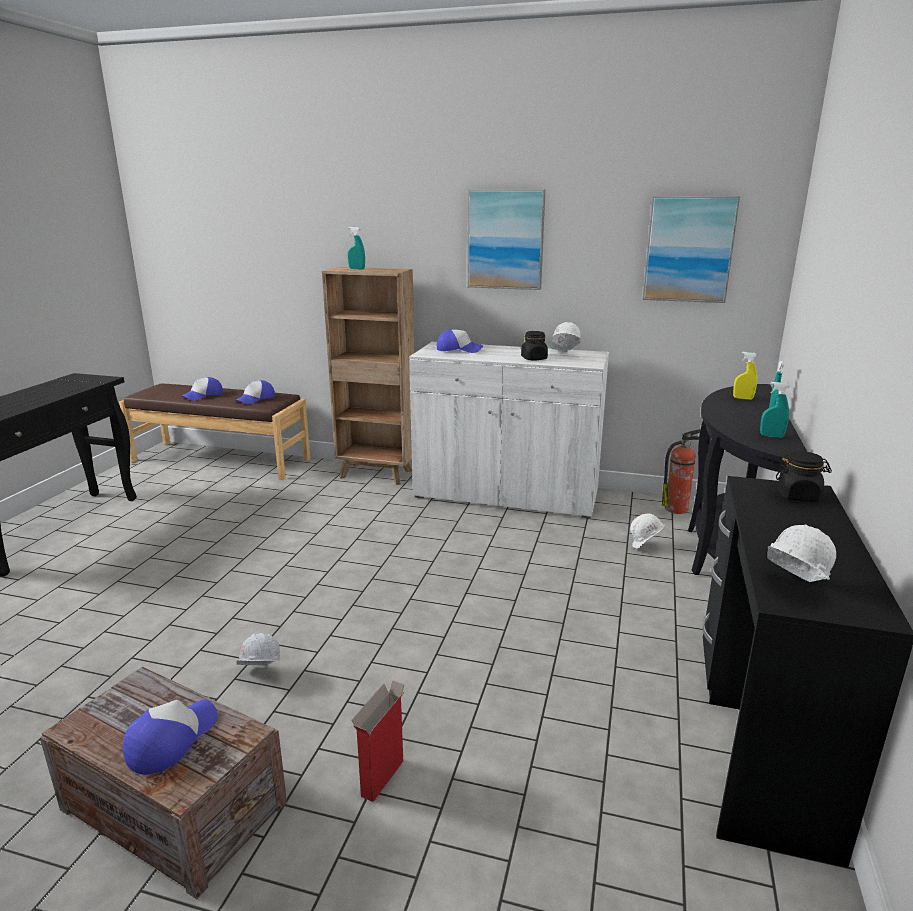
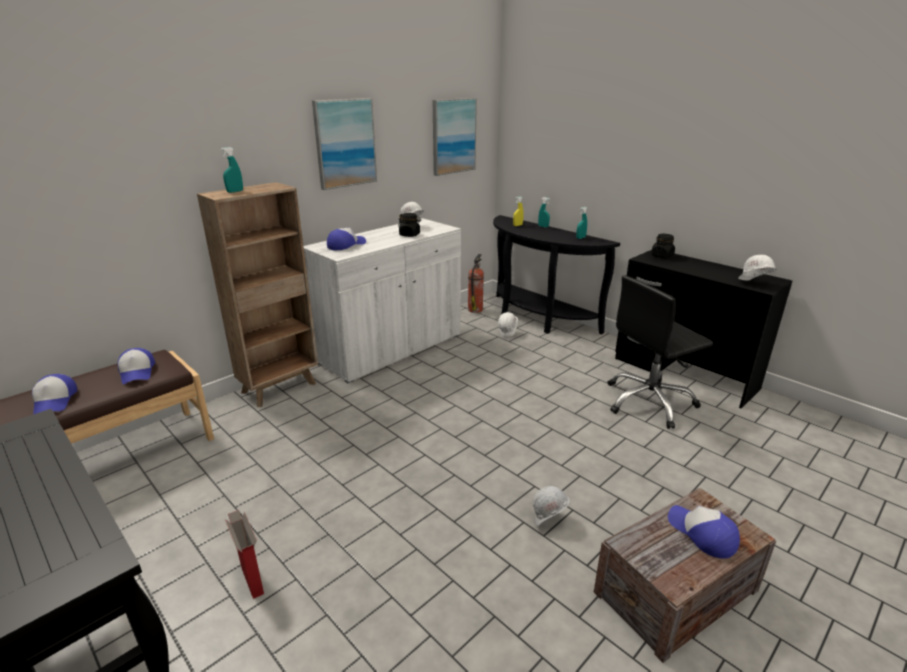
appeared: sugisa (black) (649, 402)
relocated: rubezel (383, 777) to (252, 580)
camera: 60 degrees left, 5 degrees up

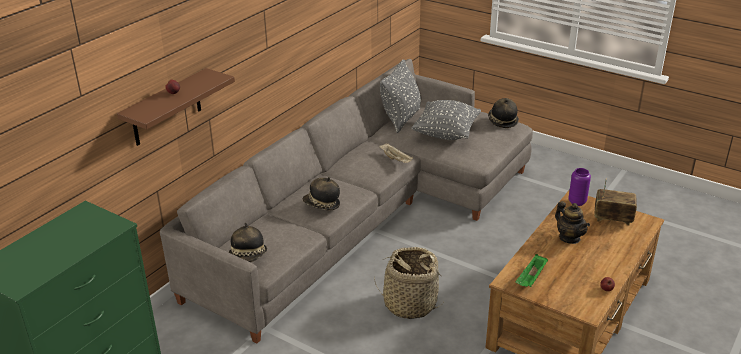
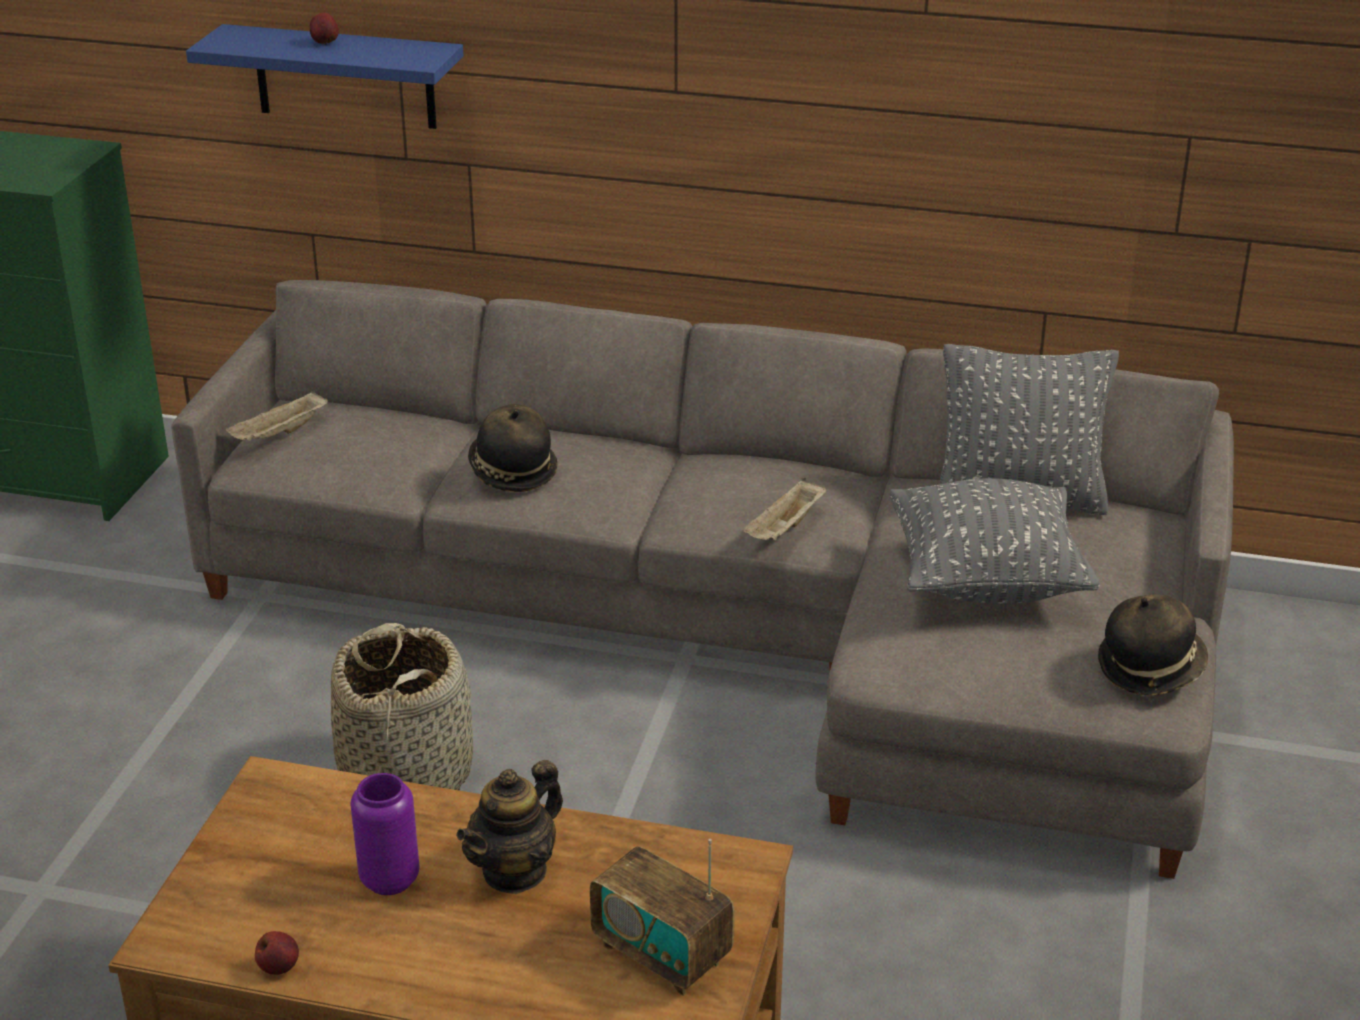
missing: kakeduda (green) (531, 278)
relocated: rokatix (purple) (577, 202) to (390, 880)
exchanged: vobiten (248, 257) to kakeduda (beige) (280, 434)
colour: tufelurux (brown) (166, 108) to tufelurux (blue) (345, 77)
spun: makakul (613, 219) = (662, 954) 135 degrees clockwise
camera: 70 degrees right, 0 degrees up

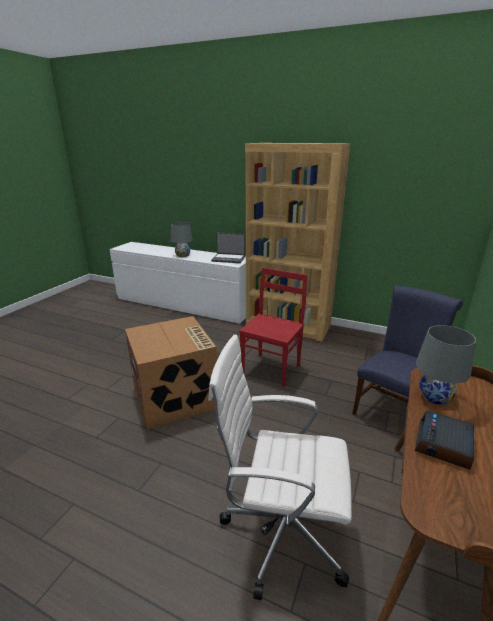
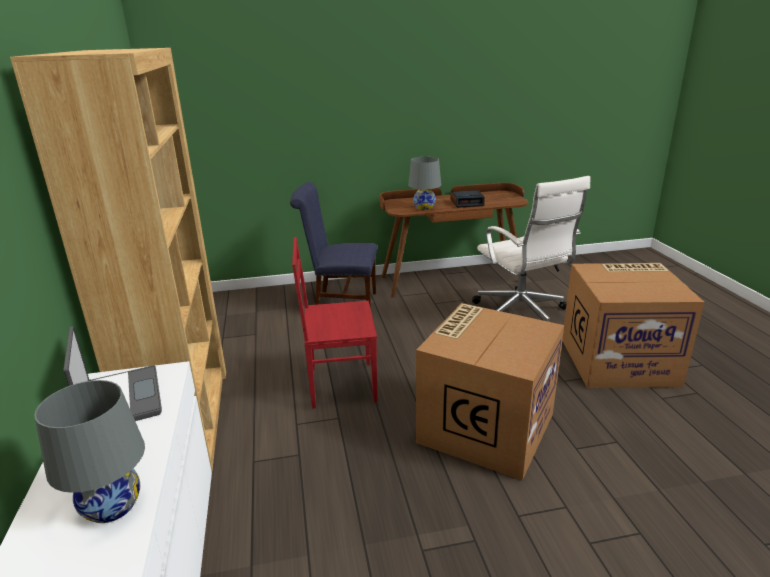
appeared: rubezel (619, 361)
camera: 125 degrees left, 0 degrees up

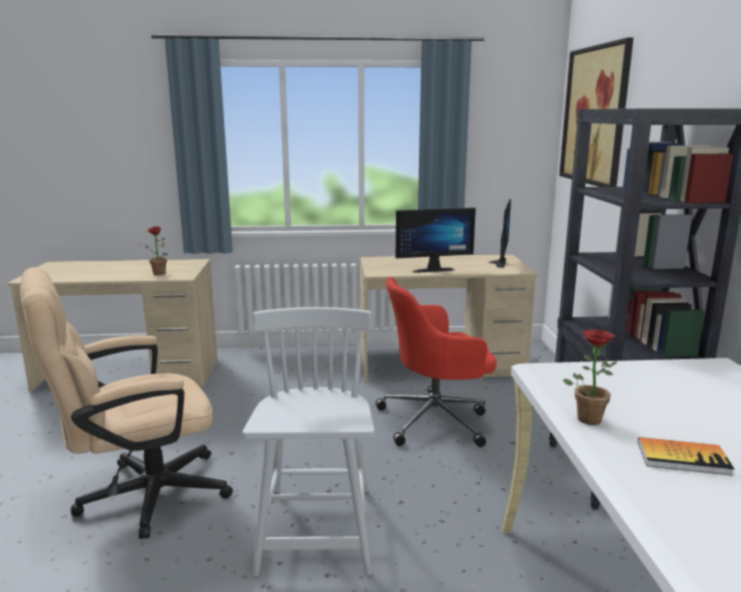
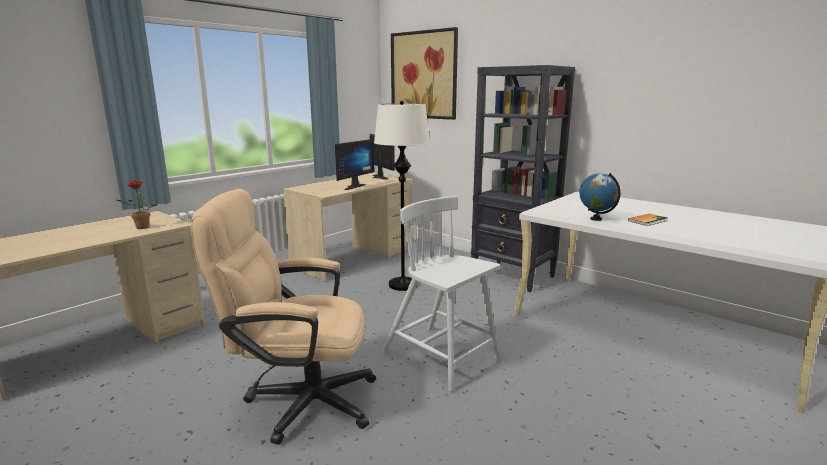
exchanged: sugisa (red) (436, 420) to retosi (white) (402, 285); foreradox (587, 416) to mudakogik (596, 219)
spun: sugisa (beige) (139, 497) = (299, 401) 75 degrees clockwise
camera: 45 degrees left, 0 degrees up

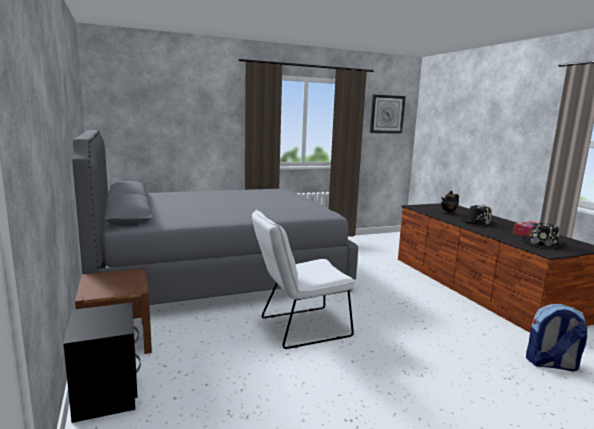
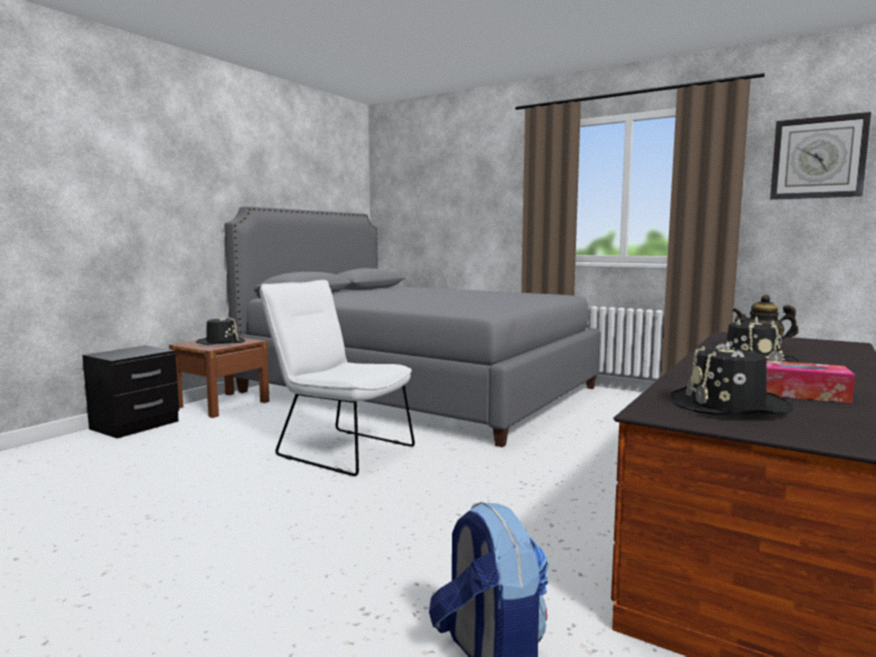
appeared: vobiten (black) (221, 342)
camera: 55 degrees right, 5 degrees down

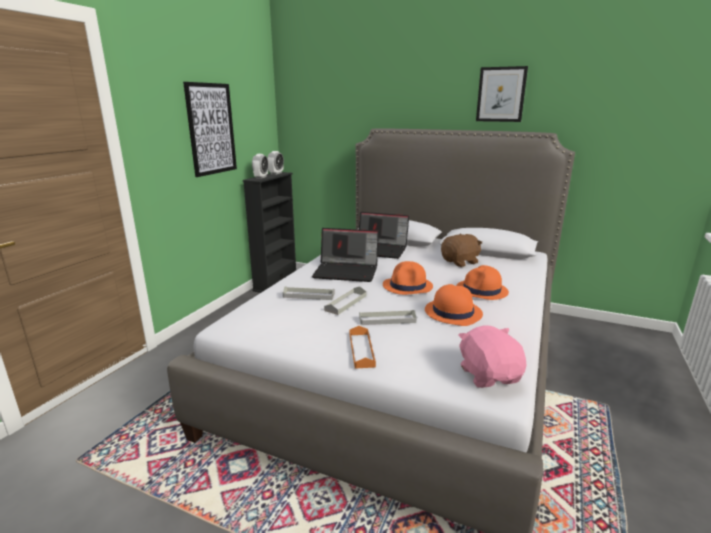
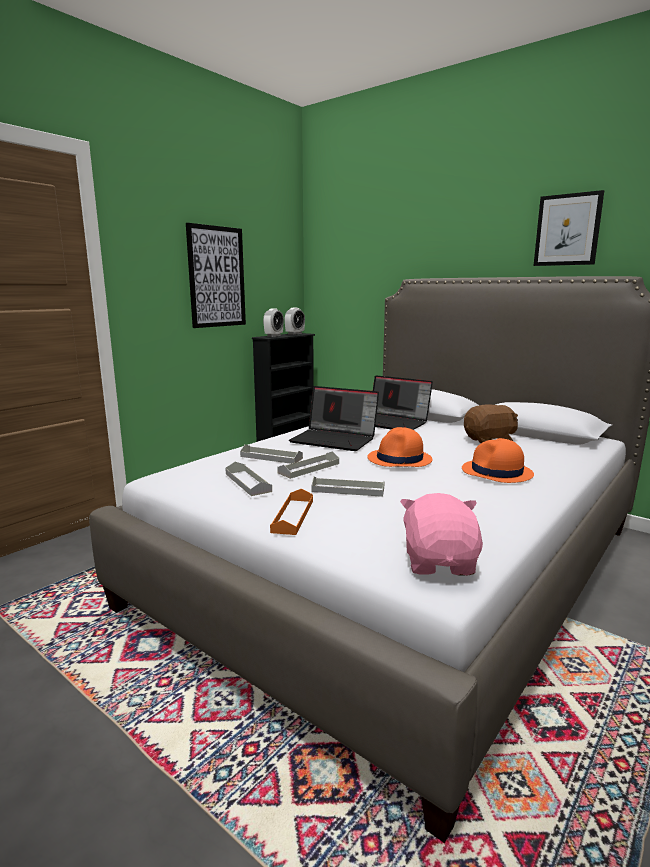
missing: vobiten (orange) (452, 312)
appeared: kakeduda (grey) (248, 482)
camera: 15 degrees right, 5 degrees down

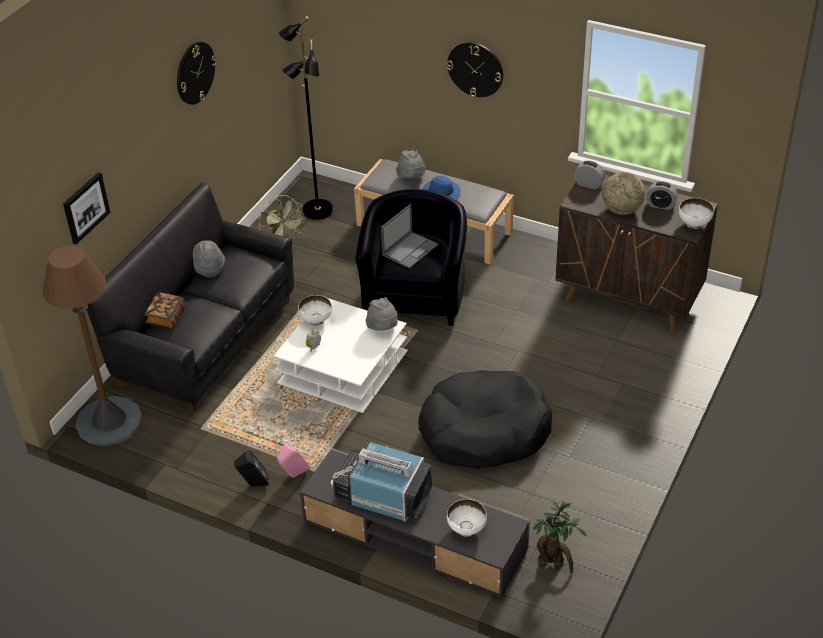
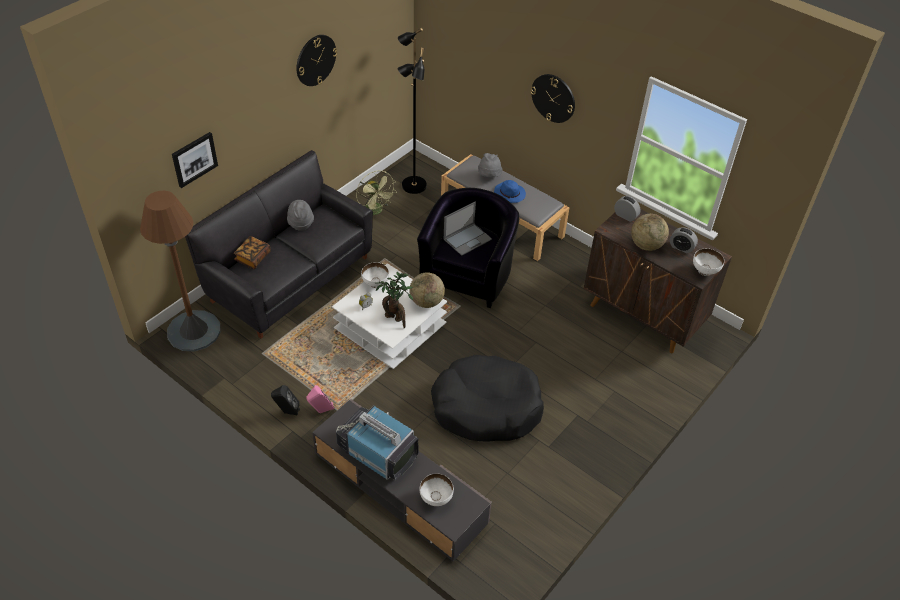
relocated: foreradox (554, 563) to (395, 318)
exchanged: vobiten (grey) (383, 328) to mudakogik (426, 302)
camera: 10 degrees right, 5 degrees up

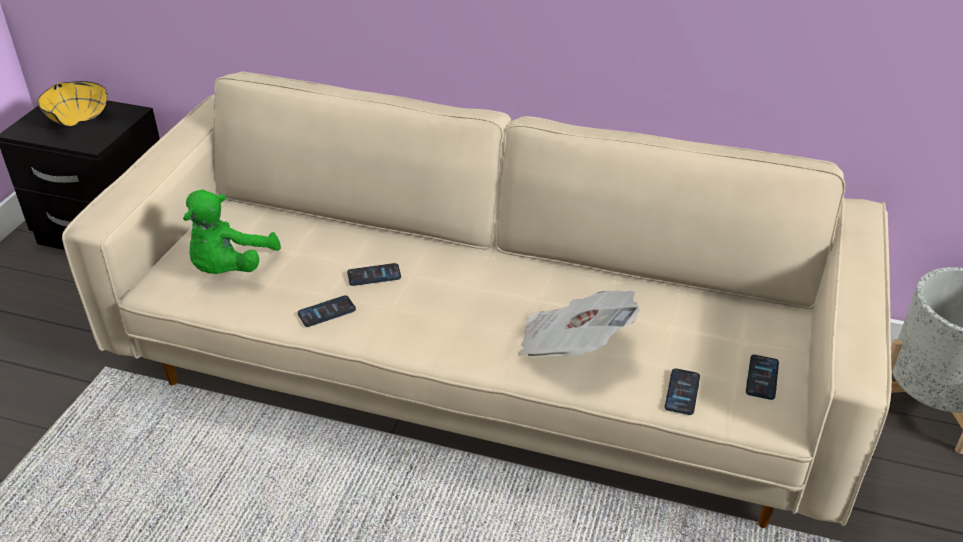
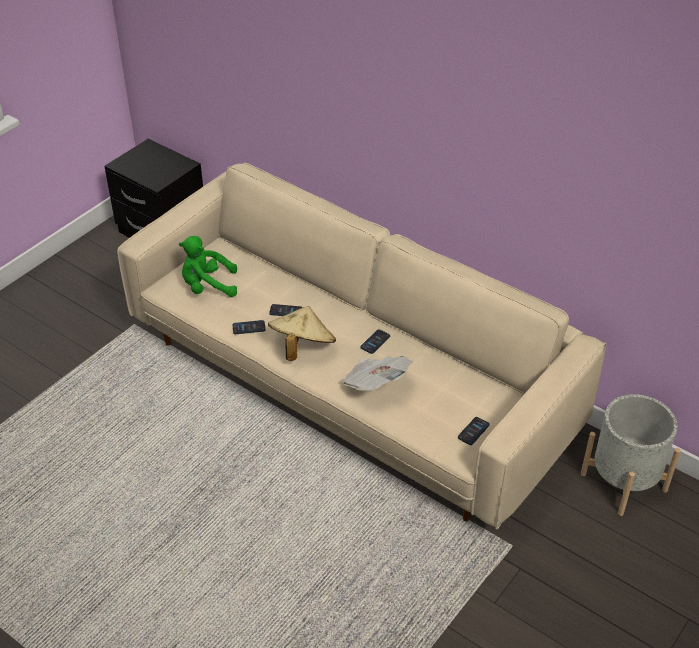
missing: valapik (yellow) (75, 119)
appeared: vobiten (beige) (301, 347)
relocated: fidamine (682, 392) to (375, 342)
spun: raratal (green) (230, 268) = (207, 286) 45 degrees clockwise
camera: 20 degrees right, 5 degrees up

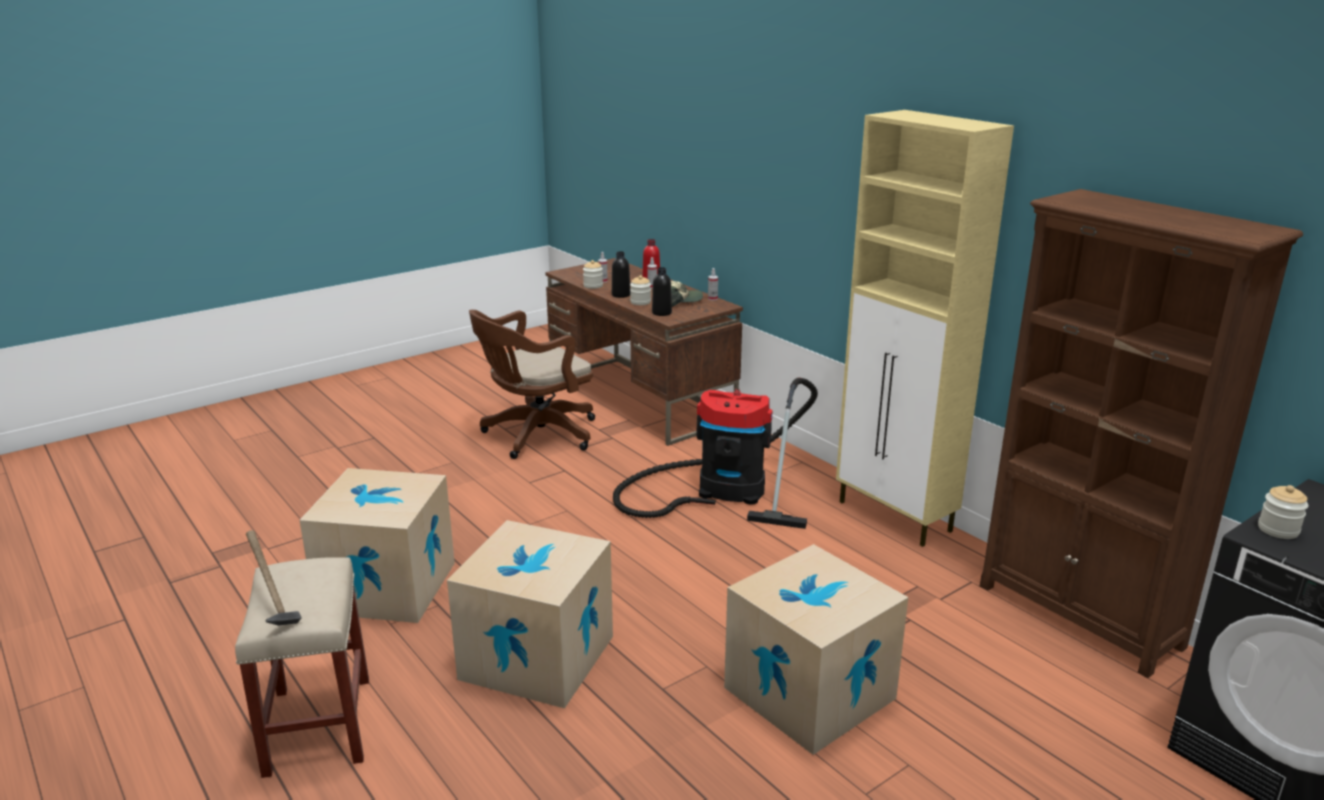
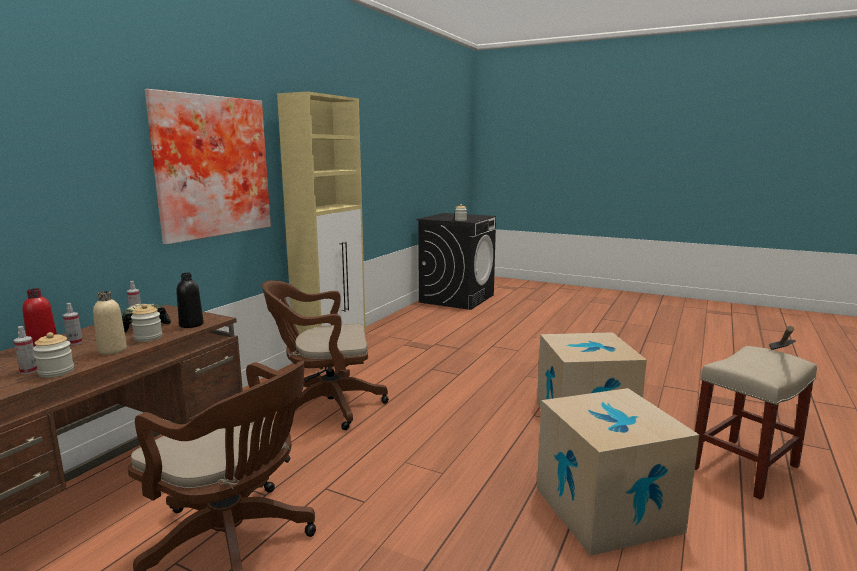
missing: rubezel (809, 693); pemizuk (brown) (1079, 616)
appeared: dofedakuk (210, 166)
exchanged: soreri (723, 490) to sugisa (brown) (325, 406)
colour: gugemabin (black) (621, 295) to gugemabin (beige) (112, 350)
camera: 115 degrees left, 10 degrees down

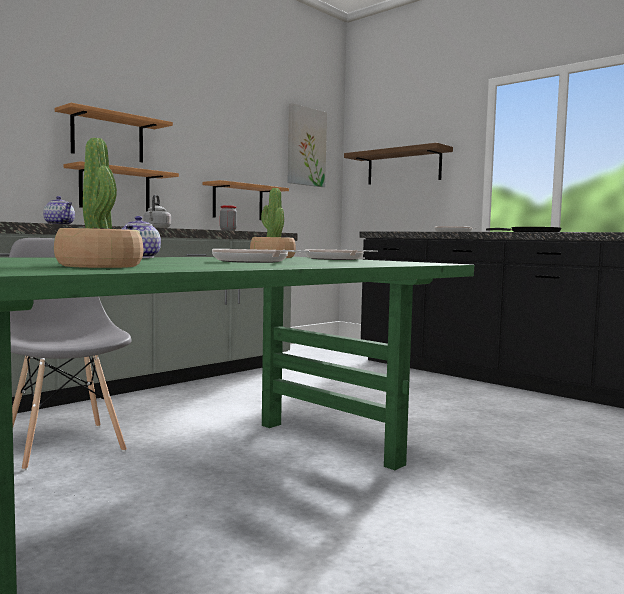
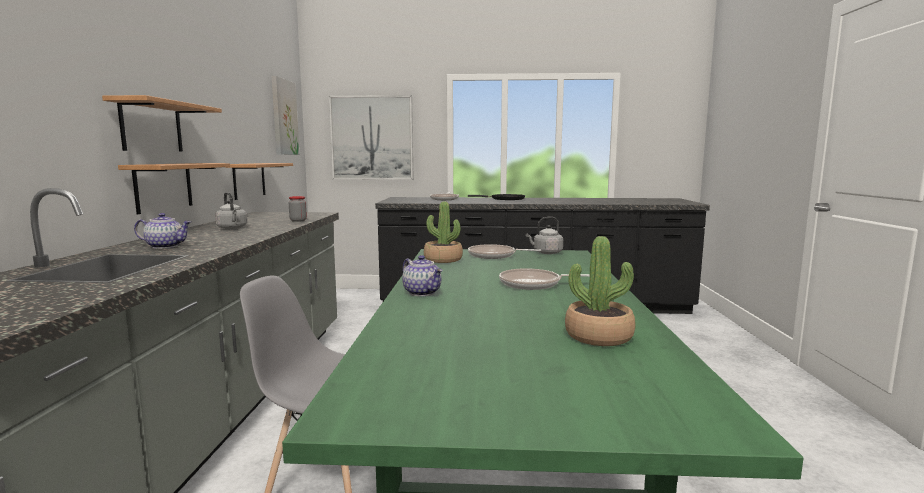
appeared: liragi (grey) (546, 253)
exchanged: tufelurux (403, 167) to dofedakuk (372, 138)
camera: 40 degrees left, 5 degrees up

